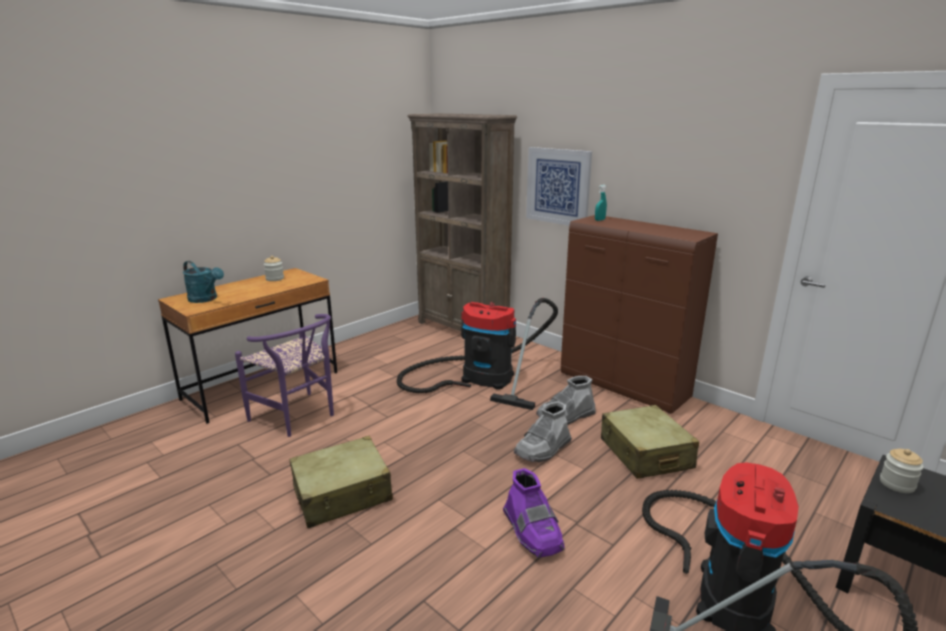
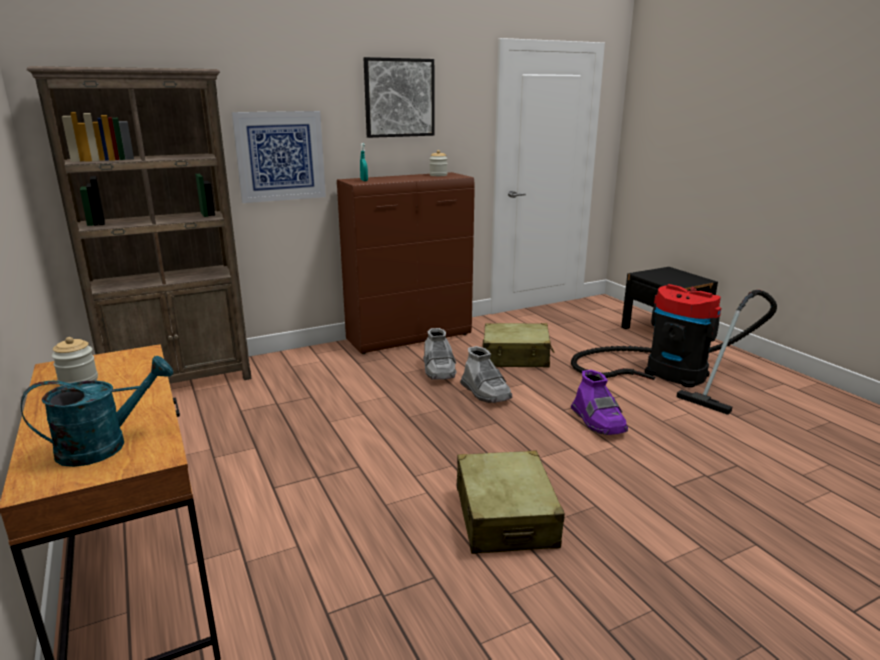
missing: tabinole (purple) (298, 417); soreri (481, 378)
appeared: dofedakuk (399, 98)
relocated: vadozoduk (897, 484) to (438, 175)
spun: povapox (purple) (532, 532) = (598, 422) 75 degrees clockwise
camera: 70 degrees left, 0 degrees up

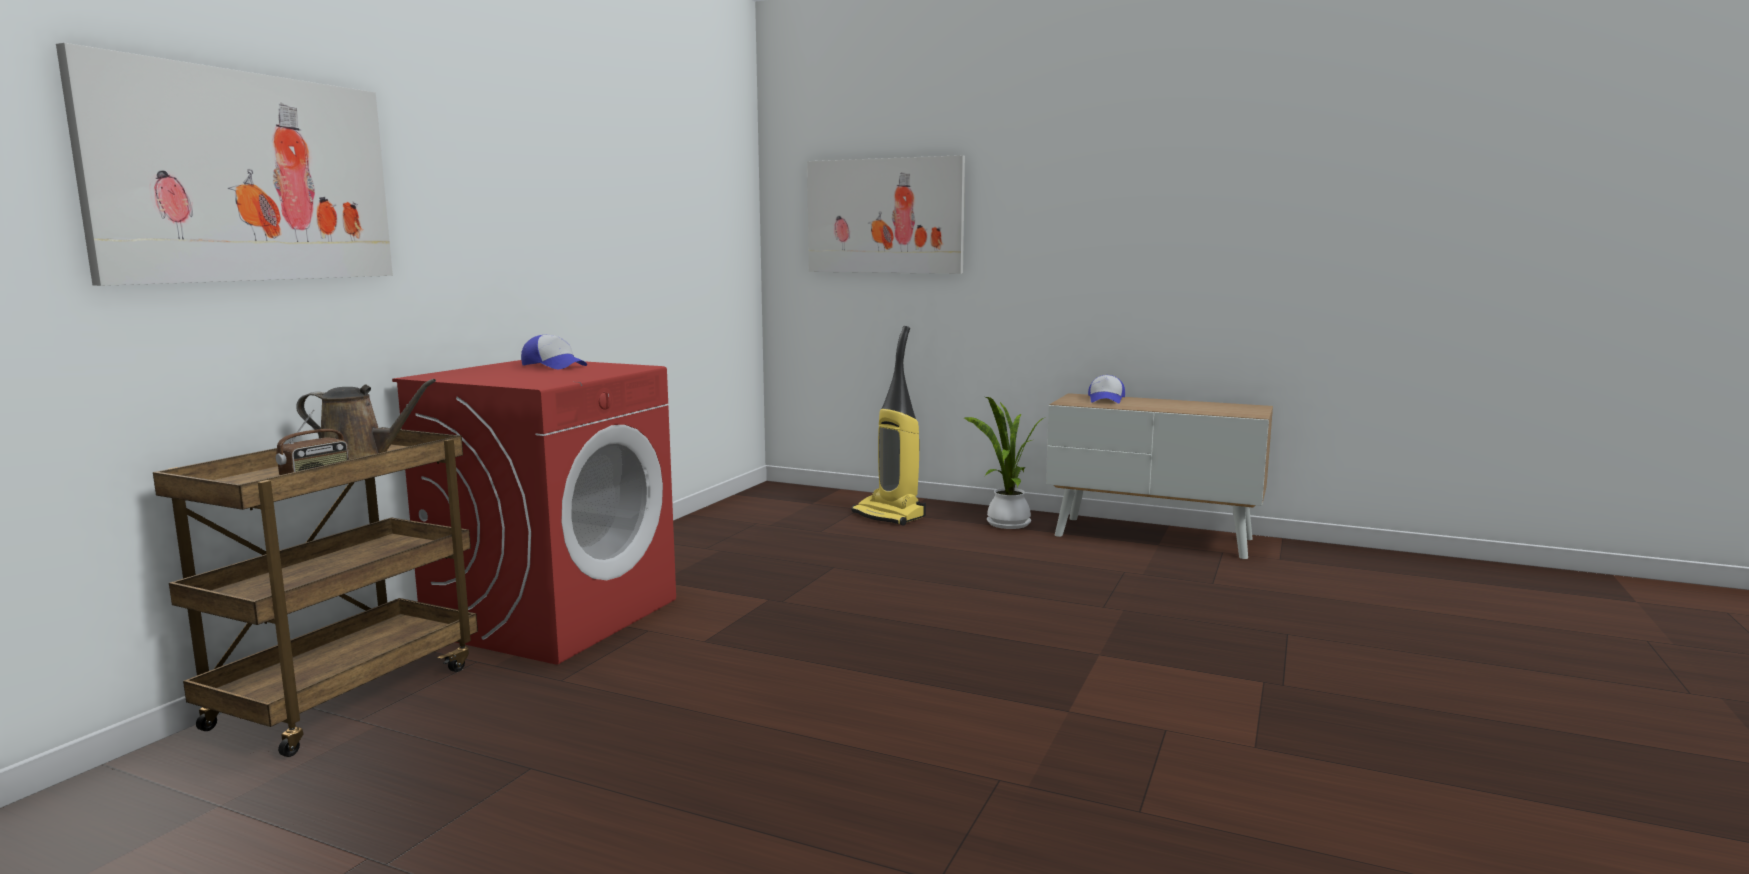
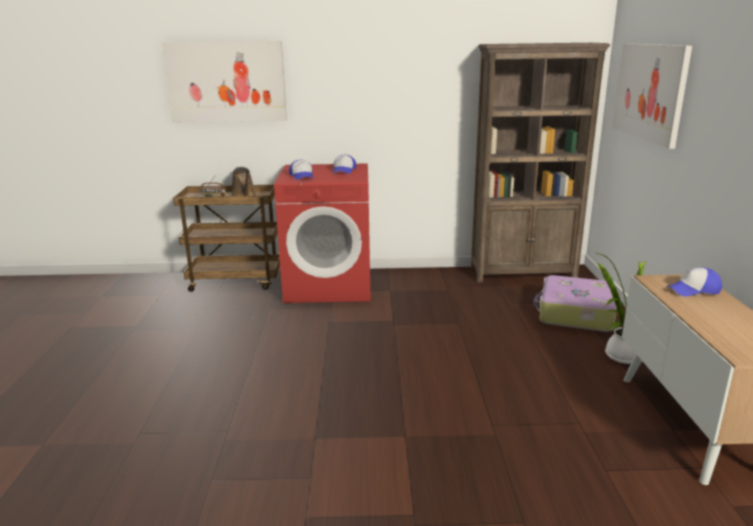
appeared: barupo (302, 176); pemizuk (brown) (523, 274)
exchanged: soreri (890, 515) to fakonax (575, 314)
camera: 65 degrees right, 10 degrees up

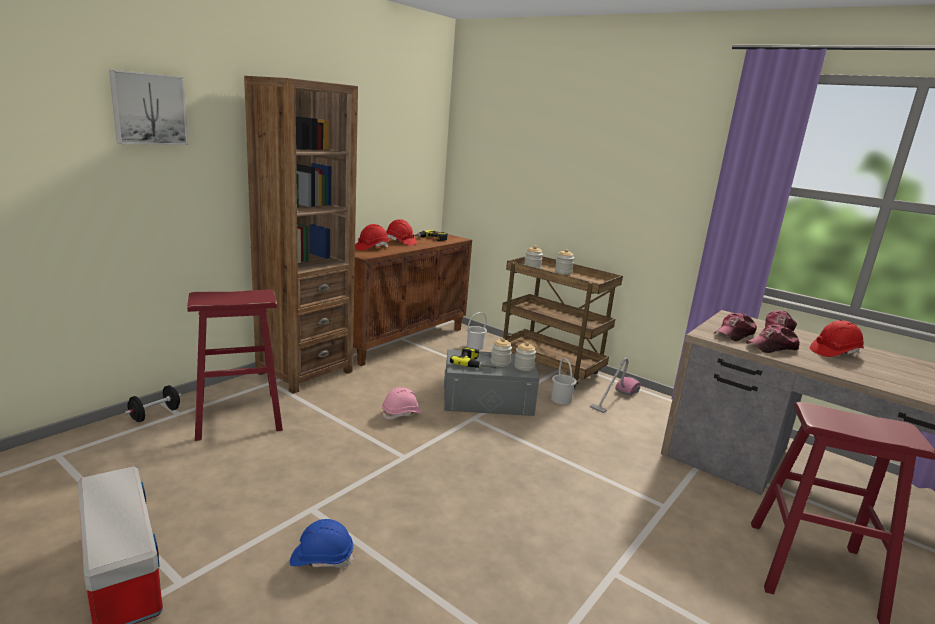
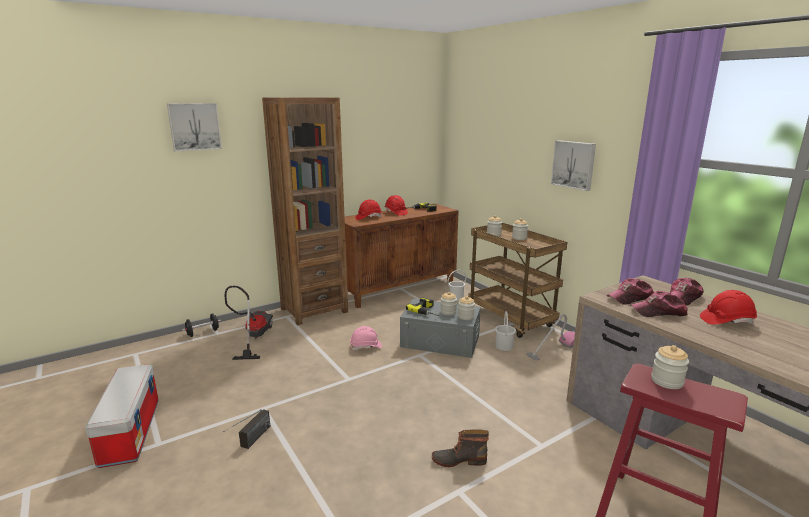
appeared: povapox (459, 460); dofedakuk (574, 164); vadozoduk (667, 381)
exchanged: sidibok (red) (238, 415) to soreri (253, 337); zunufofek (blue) (322, 558) to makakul (250, 442)
camera: 20 degrees right, 0 degrees up

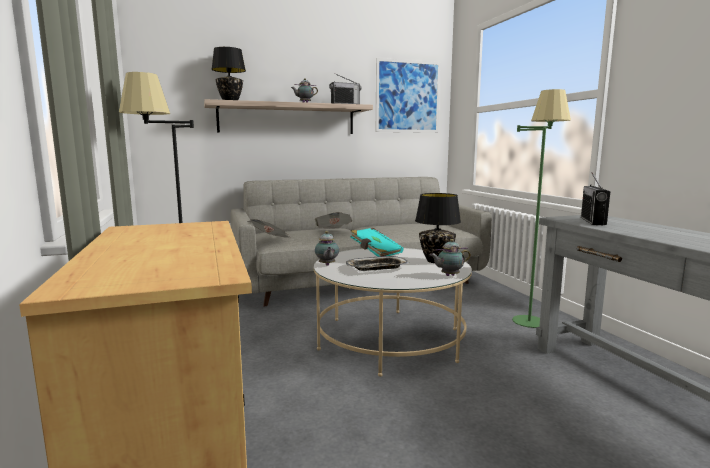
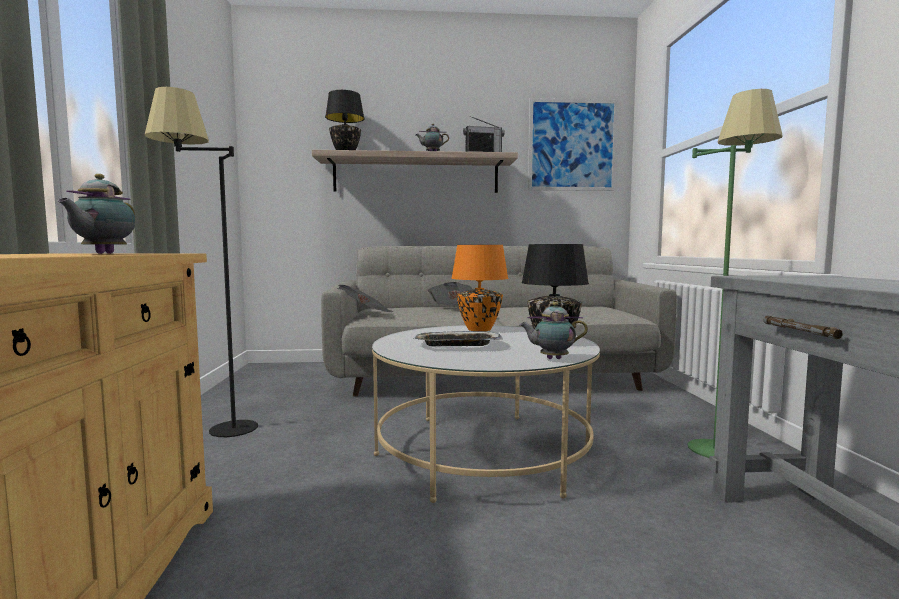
missing: makakul (592, 221)
relocated: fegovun (327, 265) to (102, 253)
exchanged: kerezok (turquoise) (375, 252) to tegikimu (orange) (479, 329)
camera: 15 degrees right, 5 degrees down

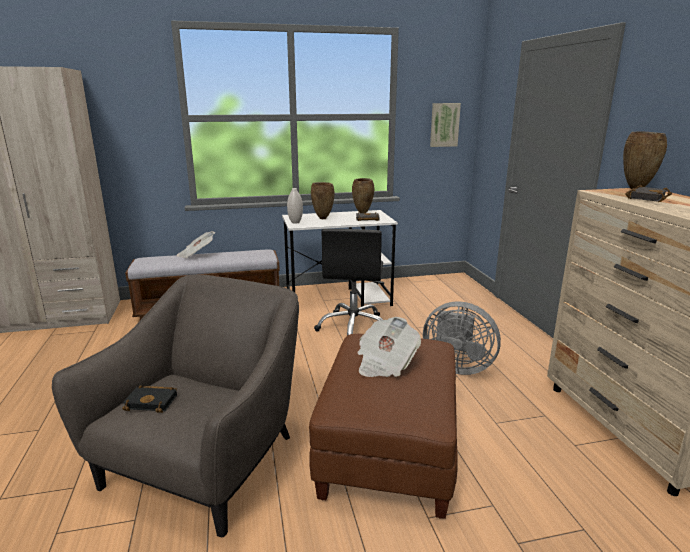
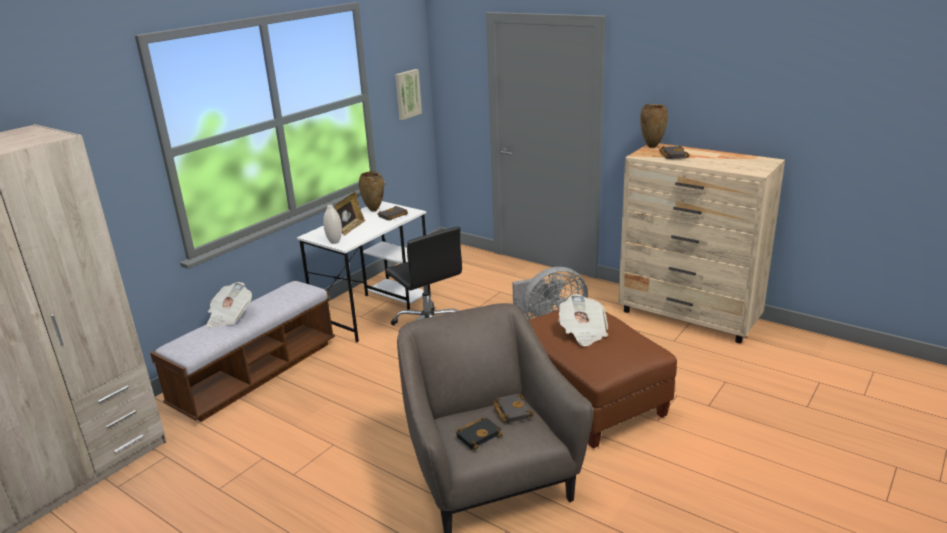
appeared: kerezok (black) (511, 411)
exchanged: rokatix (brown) (323, 218) to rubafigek (350, 228)
camera: 40 degrees left, 5 degrees up

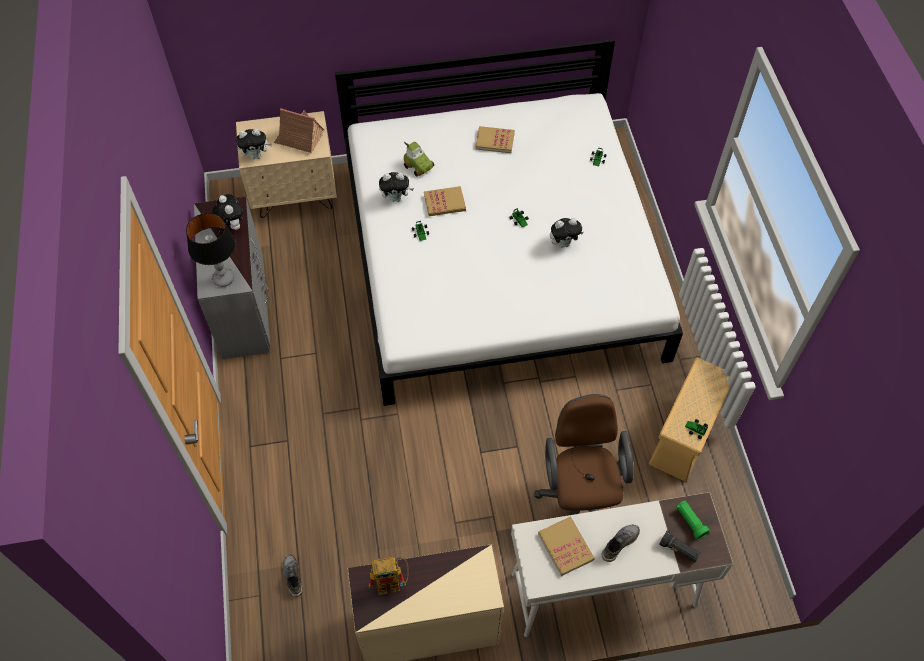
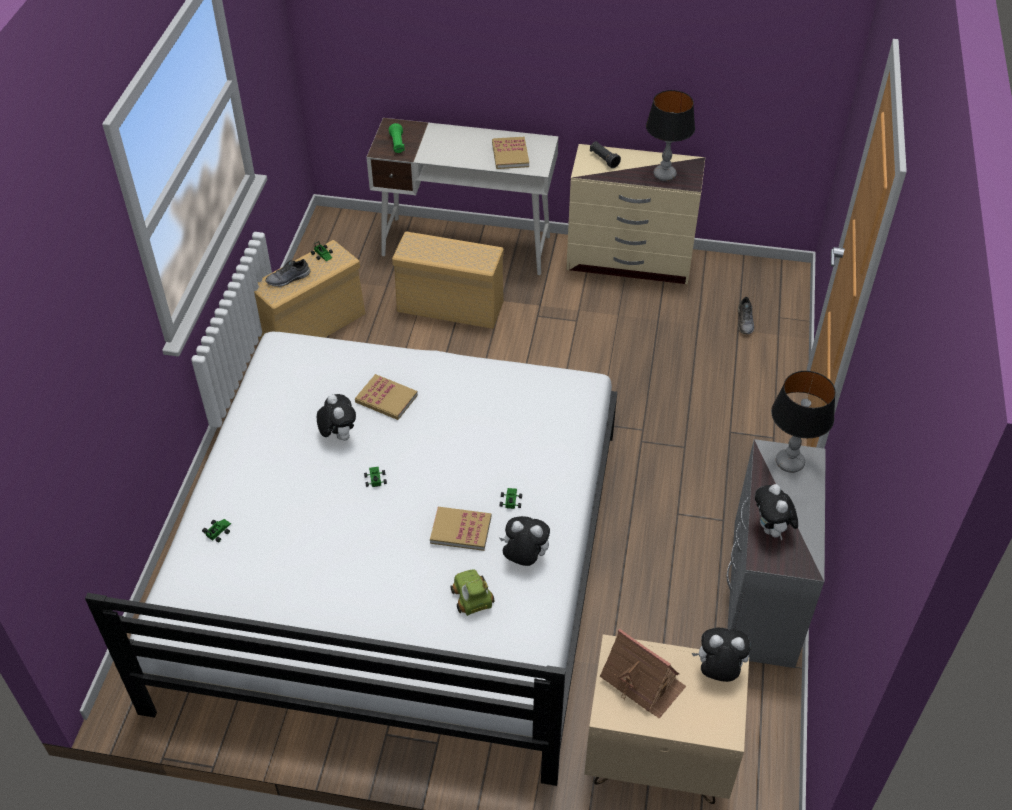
relocated: kerezok (495, 141) to (386, 399); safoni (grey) (619, 543) to (288, 279); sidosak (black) (679, 550) to (604, 159)
exchanged: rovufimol (393, 582) to tegikimu (664, 175); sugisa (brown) (579, 499) to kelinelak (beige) (448, 306)
spun: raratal (564, 243) = (338, 435) 60 degrees clockwise
camera: 160 degrees left, 10 degrees down

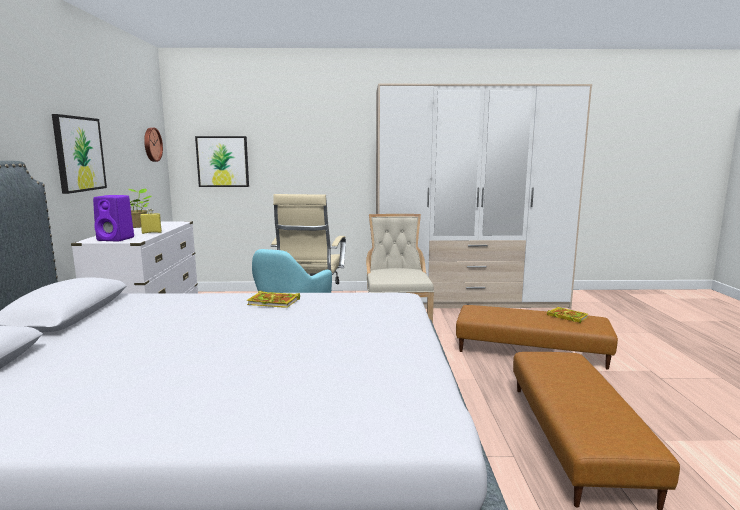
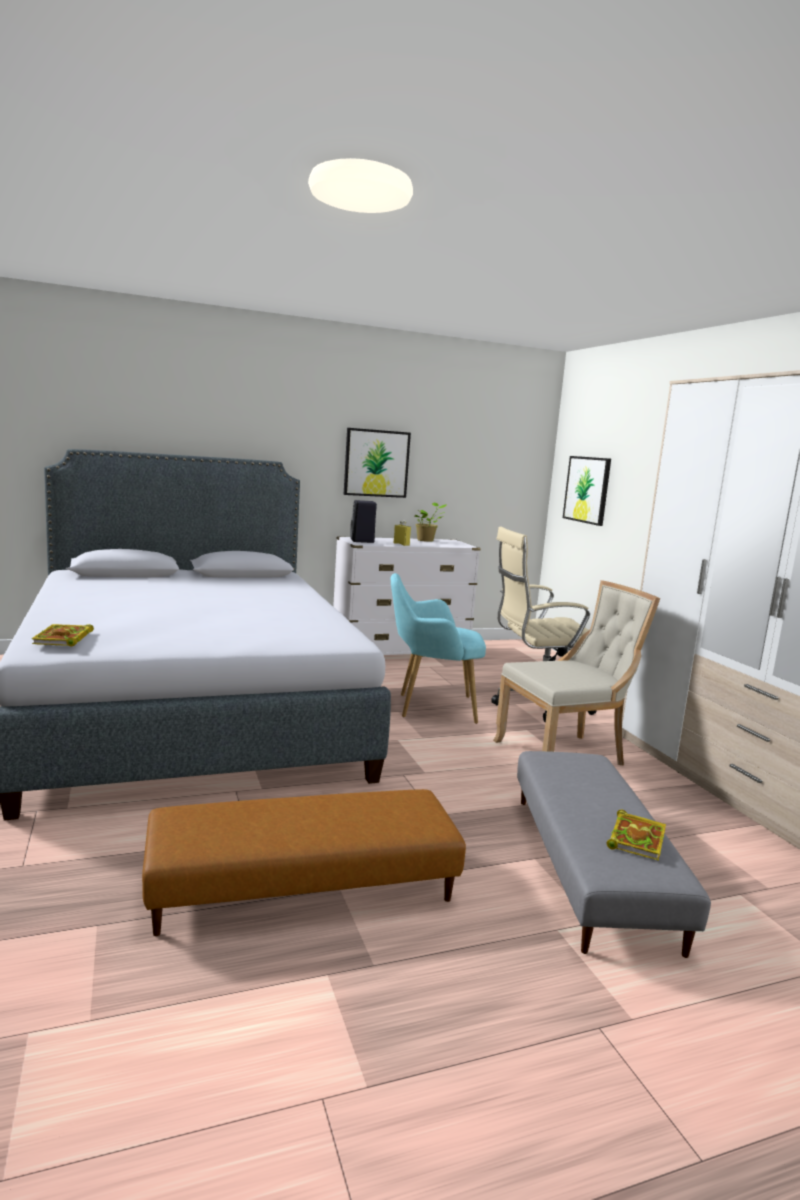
missing: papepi (151, 144)
relocated: kerezok (275, 302) to (63, 639)
colour: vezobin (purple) (117, 239) to vezobin (black) (362, 541); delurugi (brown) (530, 351) to delurugi (grey) (589, 866)
camera: 70 degrees right, 0 degrees up

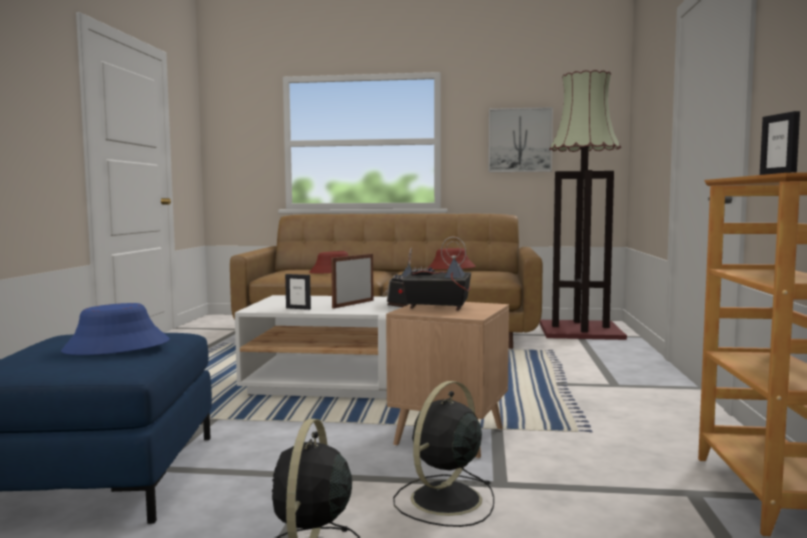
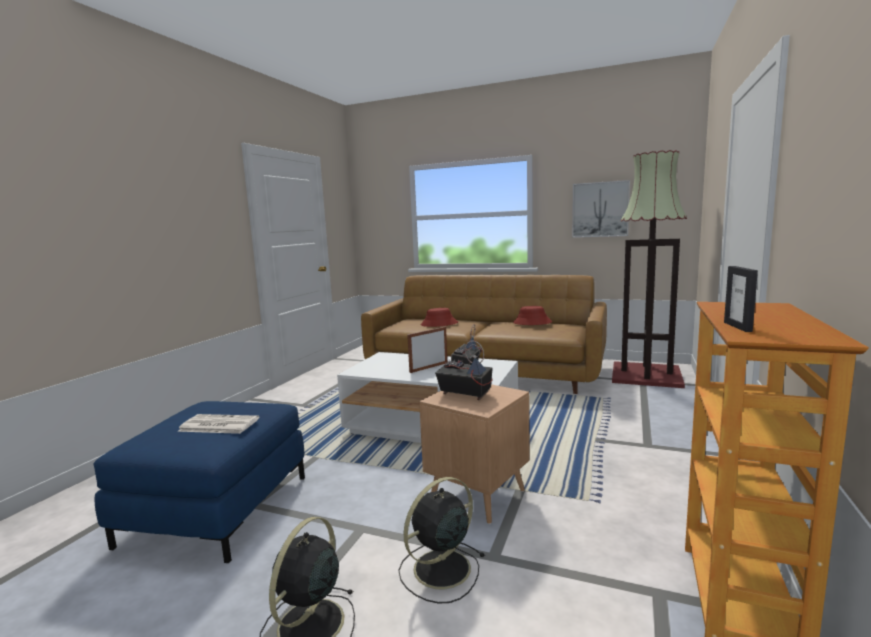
missing: rubafigek (298, 308)
exchanged: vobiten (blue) (116, 347) to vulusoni (218, 425)
camera: 15 degrees right, 5 degrees up

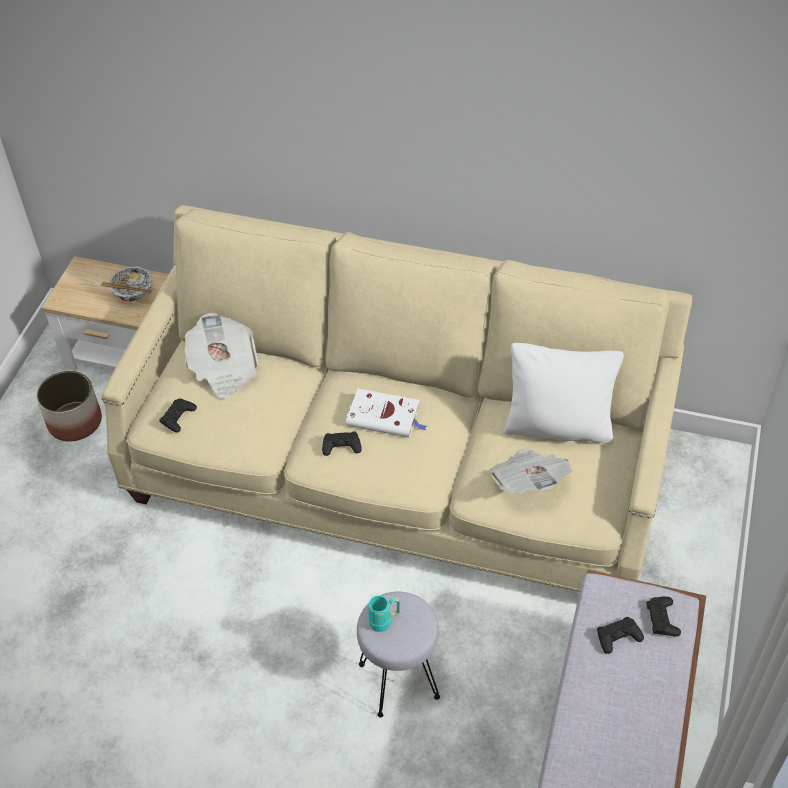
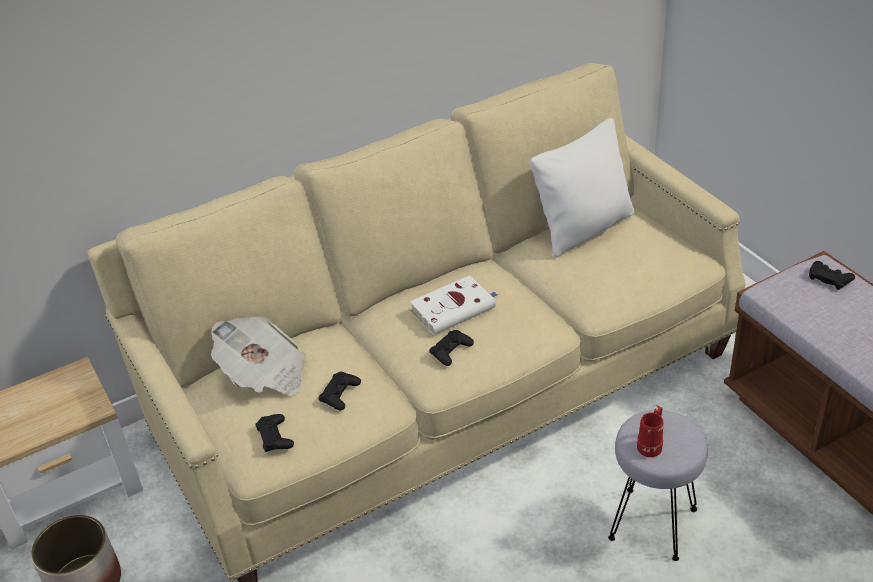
missing: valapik (133, 294); vulusoni (529, 483)
relocated: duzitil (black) (618, 637) to (340, 394)
colour: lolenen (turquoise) (384, 621) to lolenen (red) (651, 445)
camera: 45 degrees left, 10 degrees down

